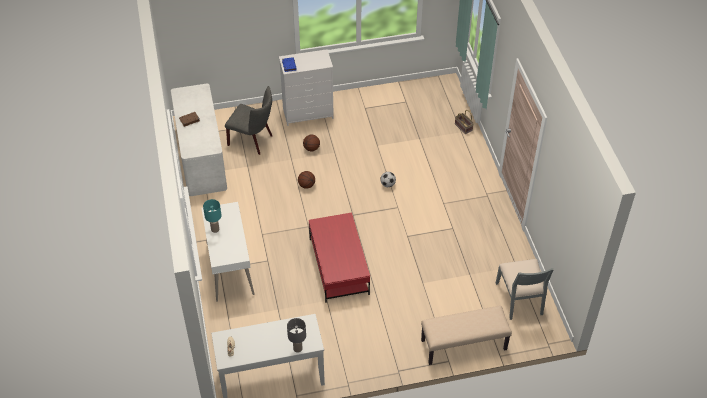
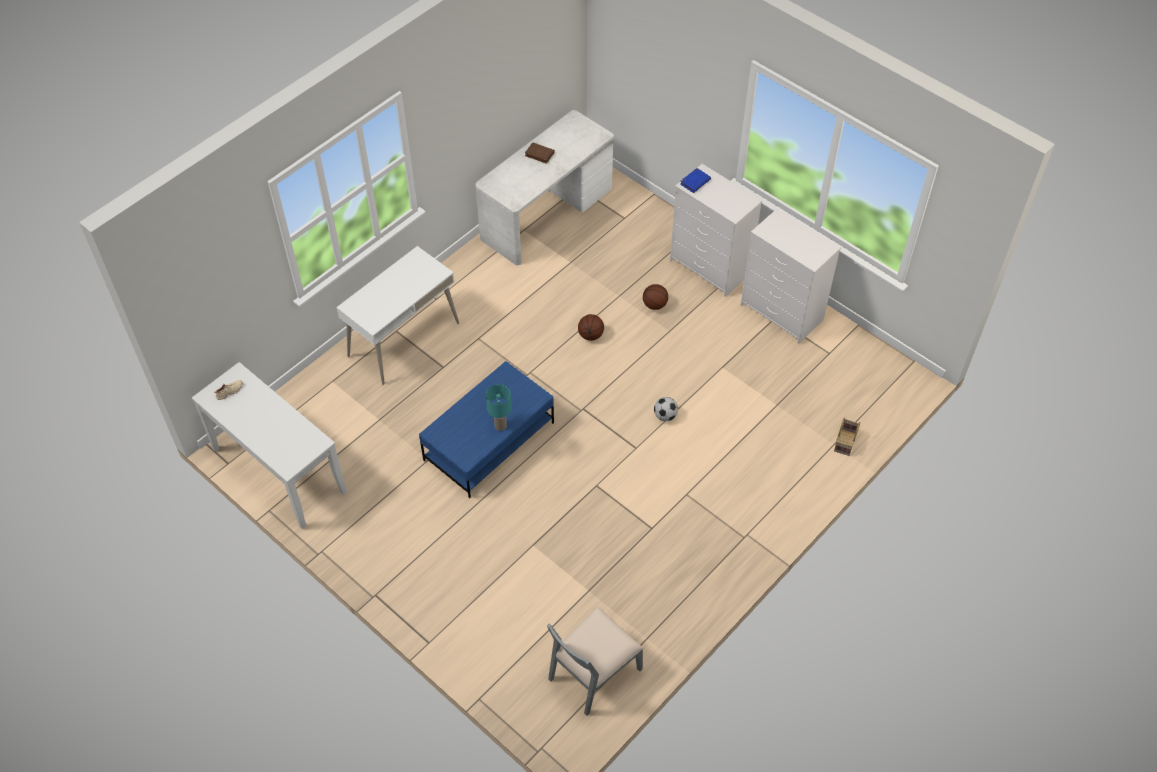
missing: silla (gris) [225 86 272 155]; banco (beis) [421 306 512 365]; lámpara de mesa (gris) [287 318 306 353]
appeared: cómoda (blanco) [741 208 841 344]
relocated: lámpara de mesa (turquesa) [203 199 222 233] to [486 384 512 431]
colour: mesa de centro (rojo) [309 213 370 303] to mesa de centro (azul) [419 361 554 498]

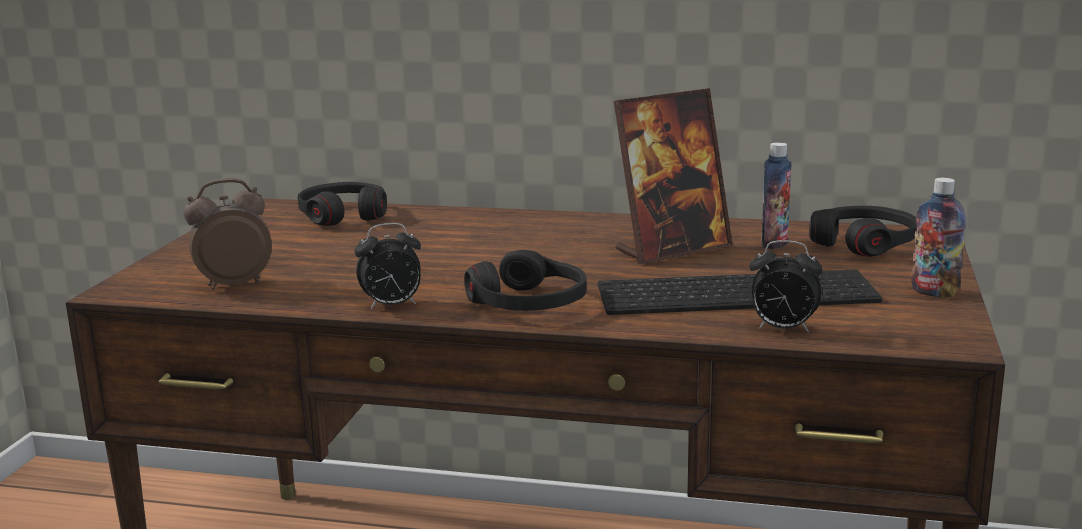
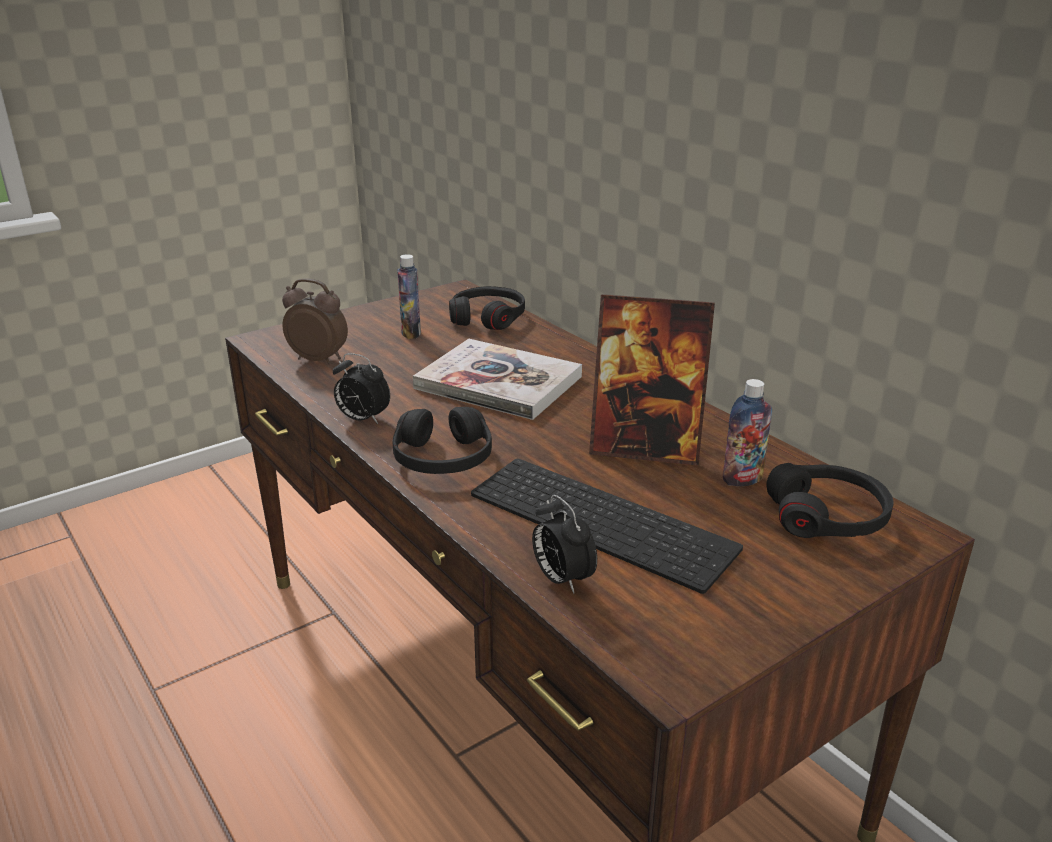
appeared: libro [413 339 582 420]
relocated: botella [911 178 966 298] to [397 254 421 339]

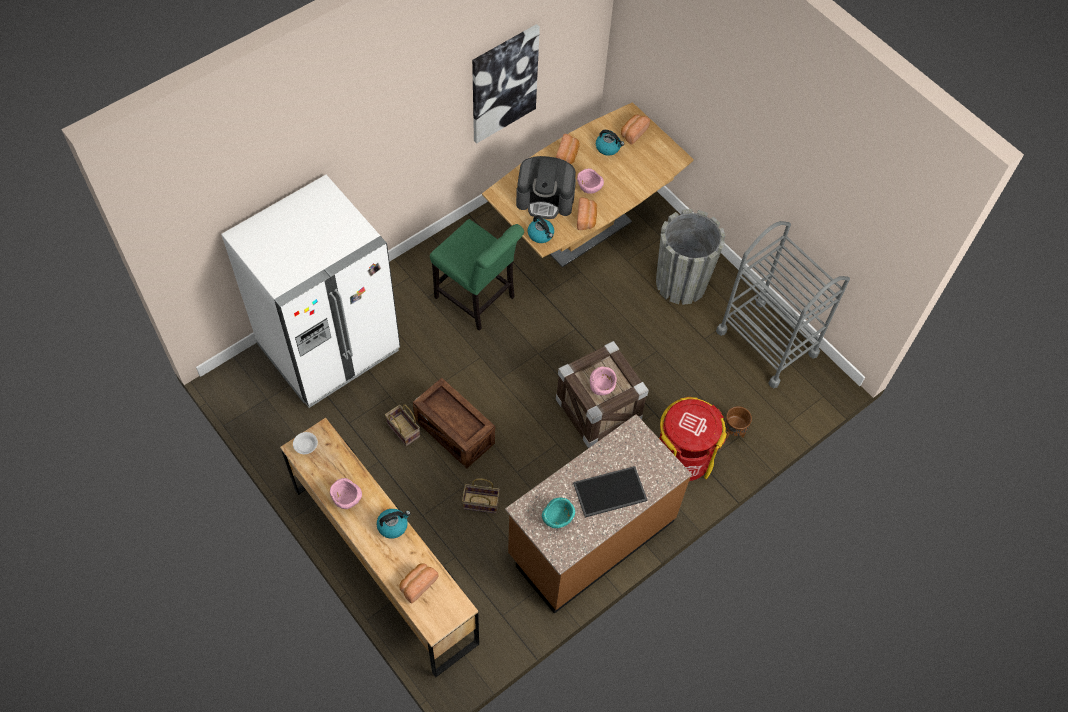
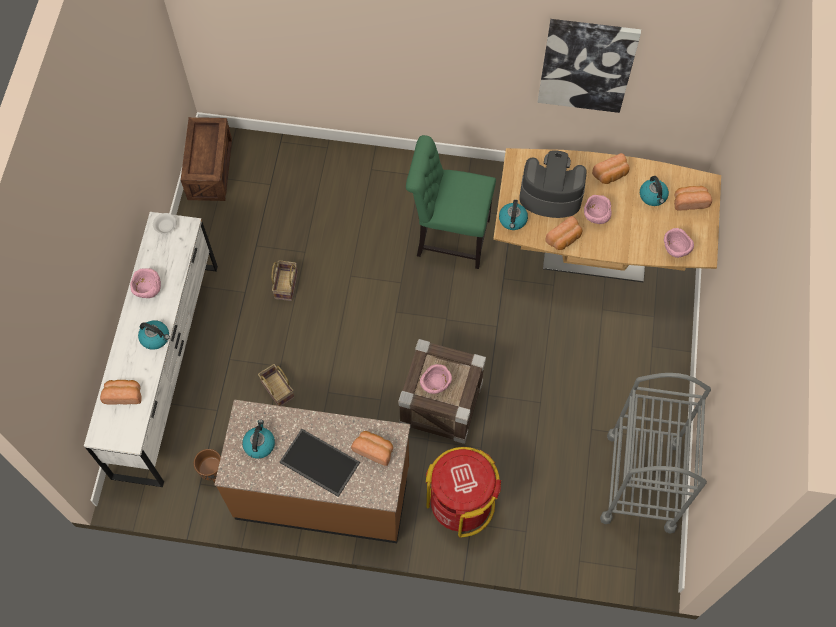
missing: nevera (blanco) [221 175 400 408]; maceta (gris) [656 209 725 305]
appeared: cuenco (rosa) [664 228 694 258]; pan [351 431 393 466]
relocated: caja de embalaje [413 378 495 468] to [181 117 232 201]; maceta (marrón) [725 406 752 439] to [194 449 221 483]
exchanged: cuenco (turquesa) [542 497 575 528] to hervidor [242 419 275 459]
colour: cómoda (marrón) [280 418 479 677] to cómoda (blanco) [84 212 218 487]
spun: cafetera [516 156 576 219] = [519 150 587 218] 135 degrees clockwise; silla (verde) [430 219 524 331] = [406 135 496 269] 105 degrees clockwise

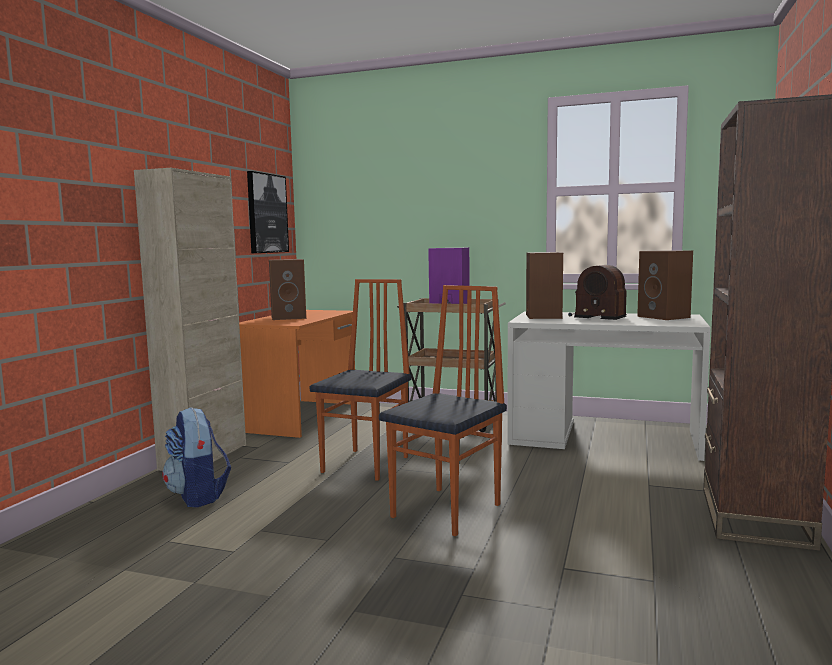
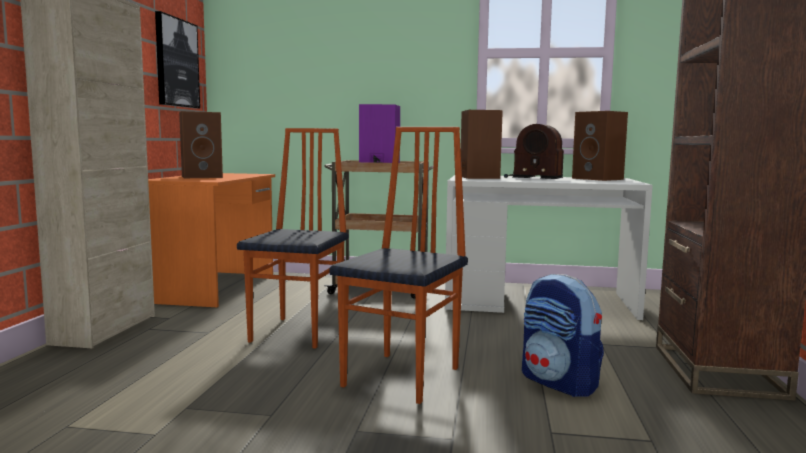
relocated: mochila [162 407 231 507] to [522 274 604 397]

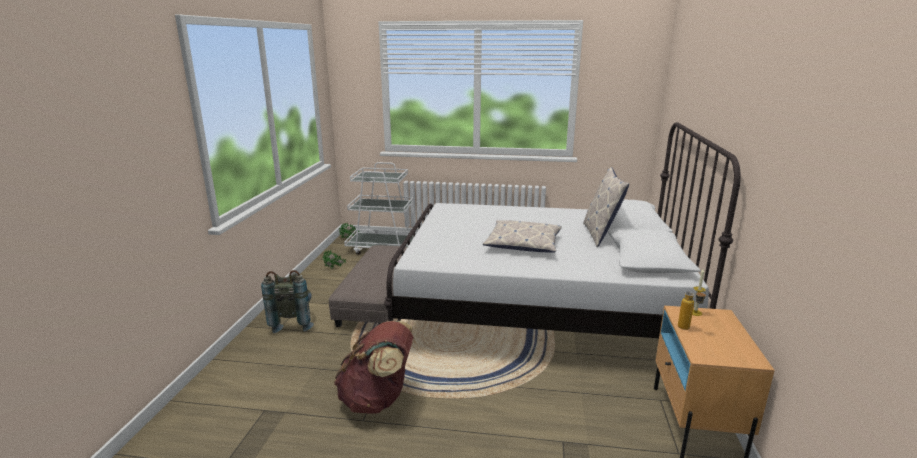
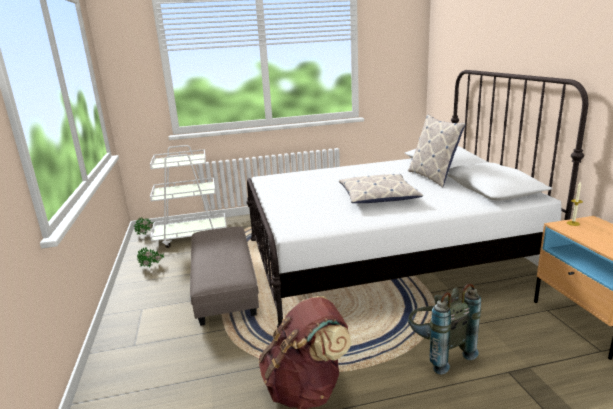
missing: botella [678 289 706 330]
relocated: mochila (gris) [261 270 314 333] to [408 284 481 375]

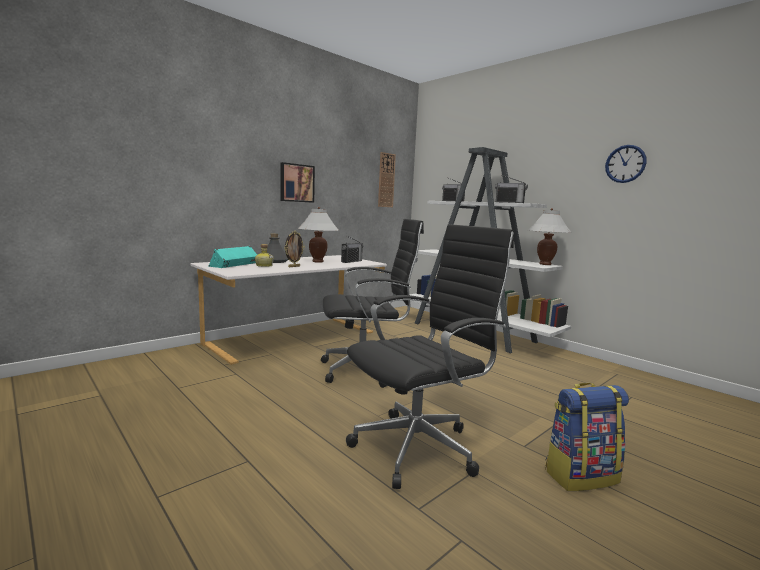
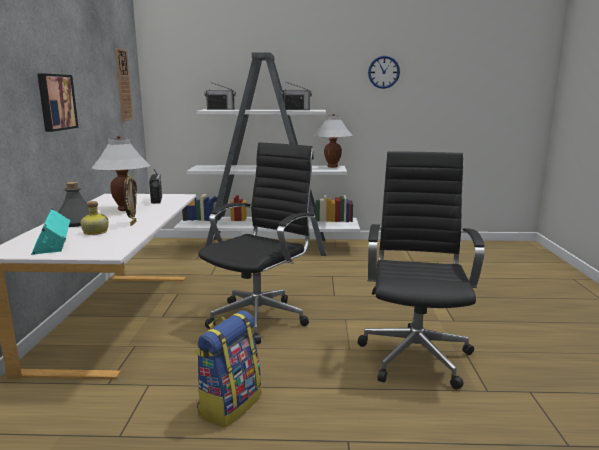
relocated: mochila [545 383 629 491] to [195 310 261 428]

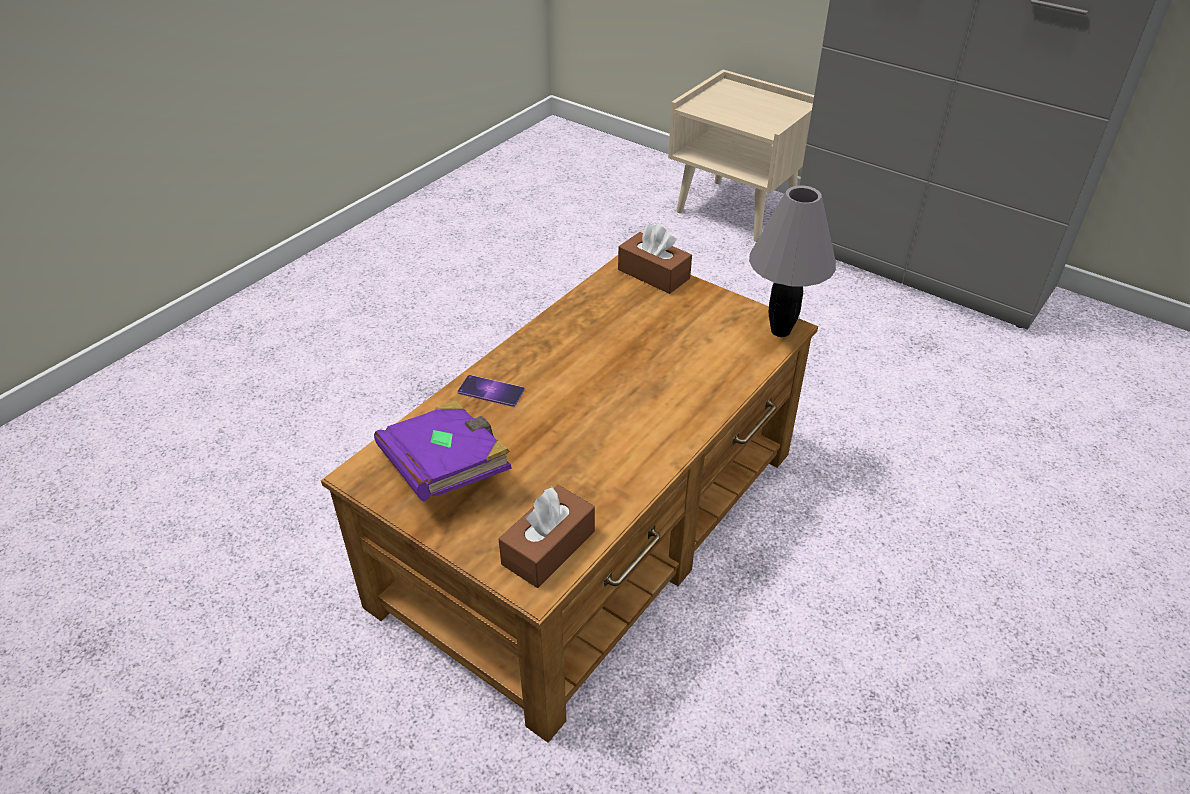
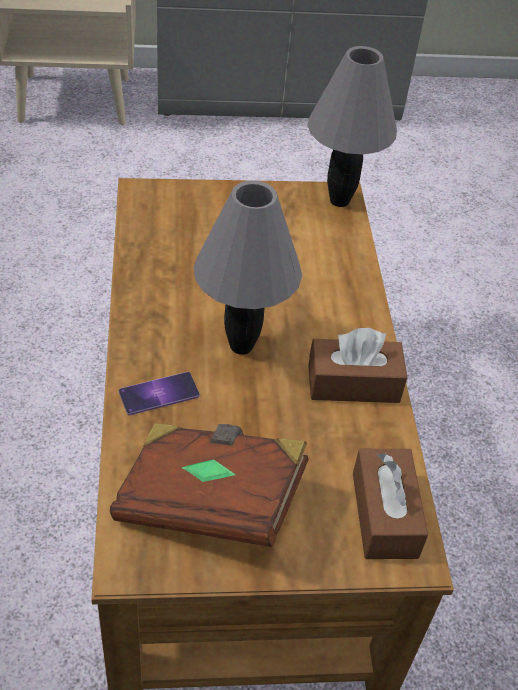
appeared: lámpara de mesa (gris) [194 180 302 355]
relocated: caja de pañuelos (marrón) [618 224 692 294] to [308 328 407 403]
colour: libro (morado) [374 400 512 501] to libro (marrón) [110 423 309 547]

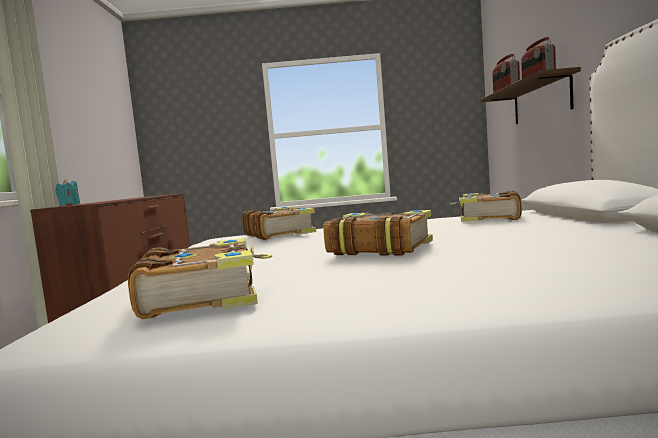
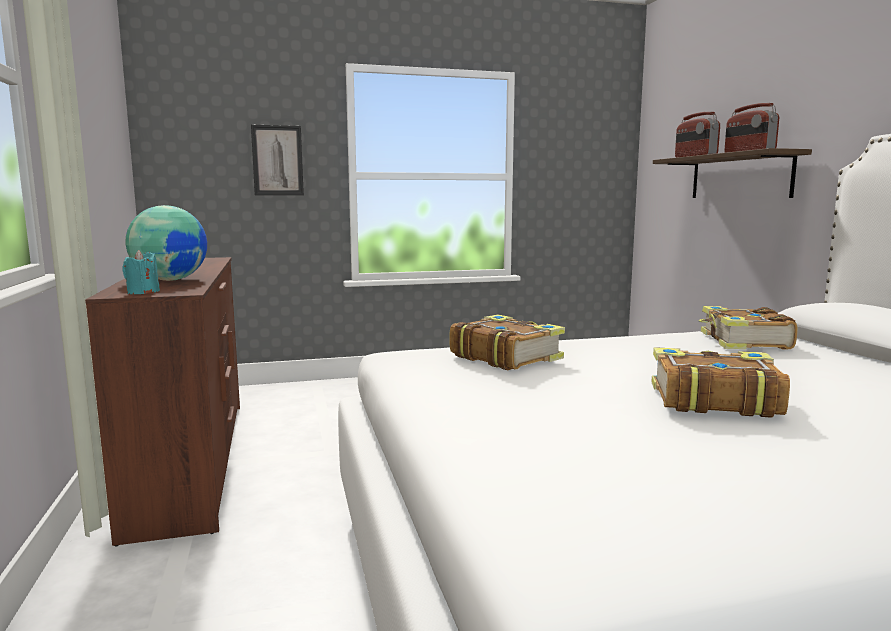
missing: libro [128 238 272 319]
appeared: cuadro [251 125 304 195]; globo terráqueo [126 205 207 281]

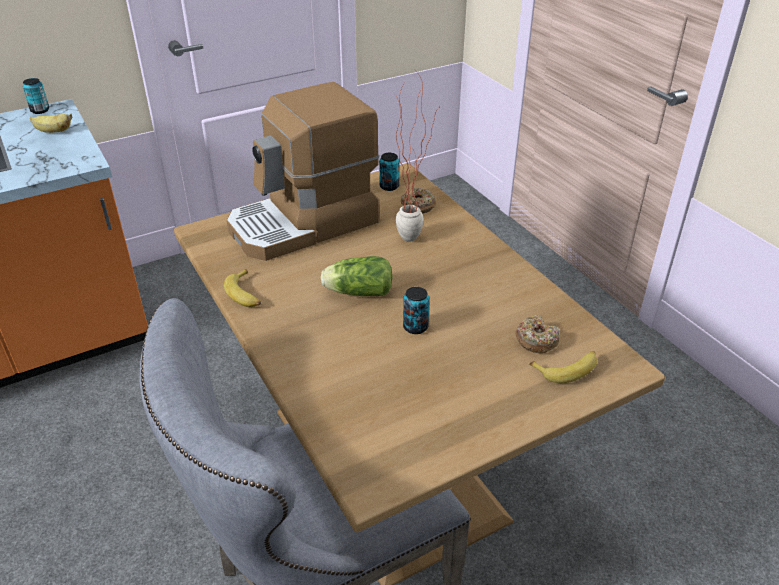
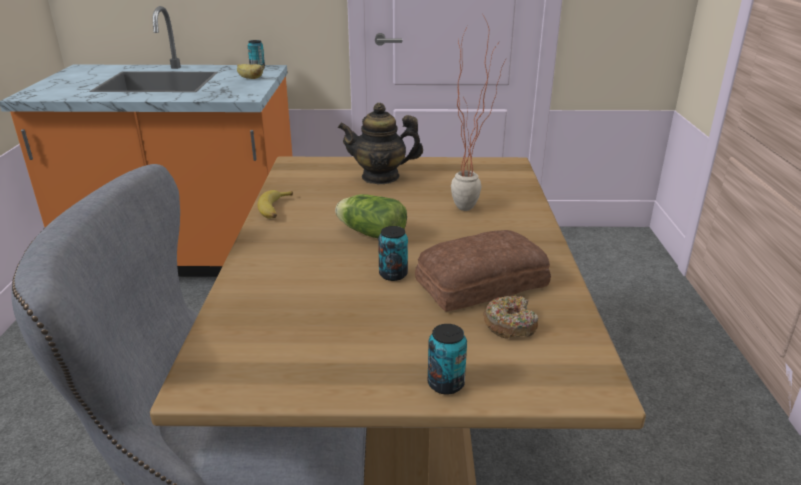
missing: rosquilla [401 188 436 213]; plátano [529 351 597 383]
appeared: pan [415 230 551 312]
relocated: lata [379 153 400 191] to [428 324 467 394]
exchanged: cafetera [227 82 379 261] to tetera [338 103 423 184]

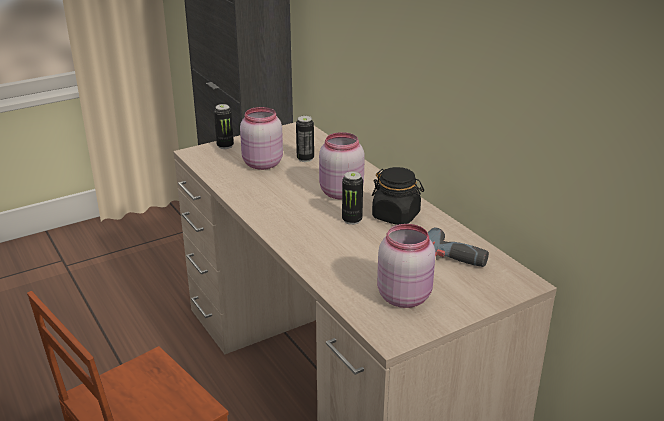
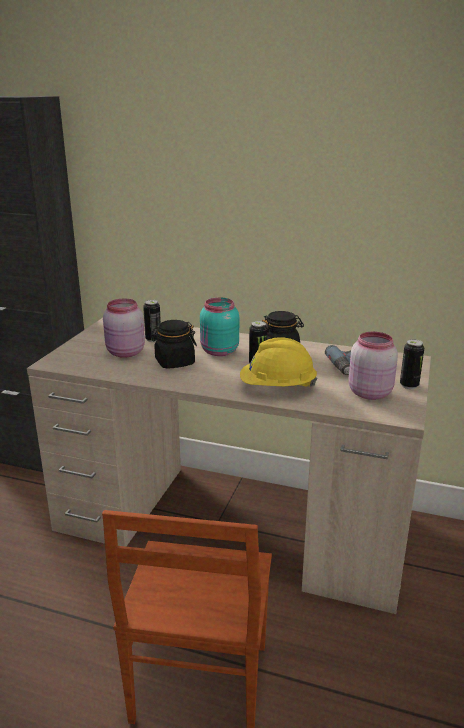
appeared: tarro (negro) [150 320 197 369]; casco (amarillo) [240 337 317 387]
relocated: lata [214 104 234 149] to [400 339 424 389]
colour: tarro (rosa) [319 132 365 200] to tarro (turquesa) [200 298 239 356]

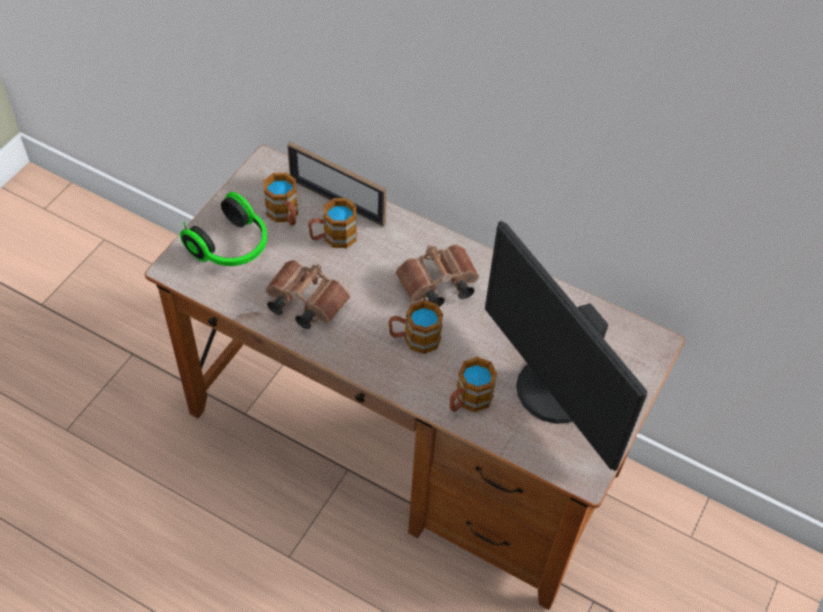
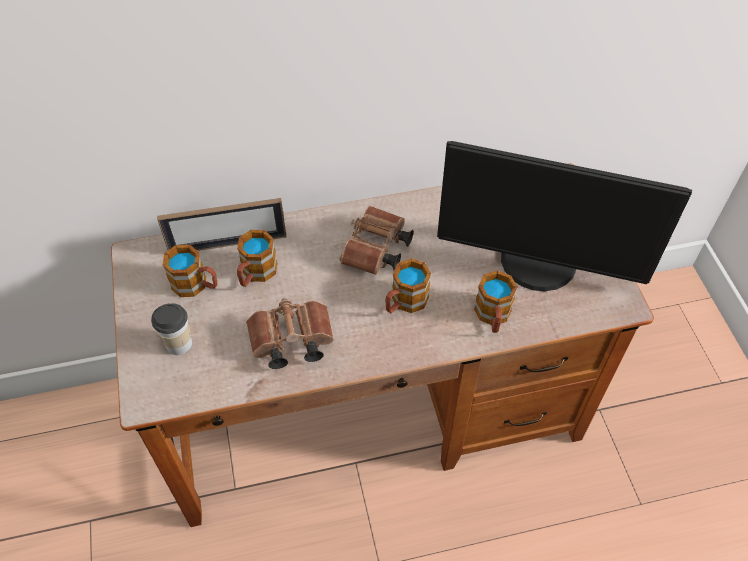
exchanged: auriculares [180 192 267 266] to taza [151 303 192 355]

